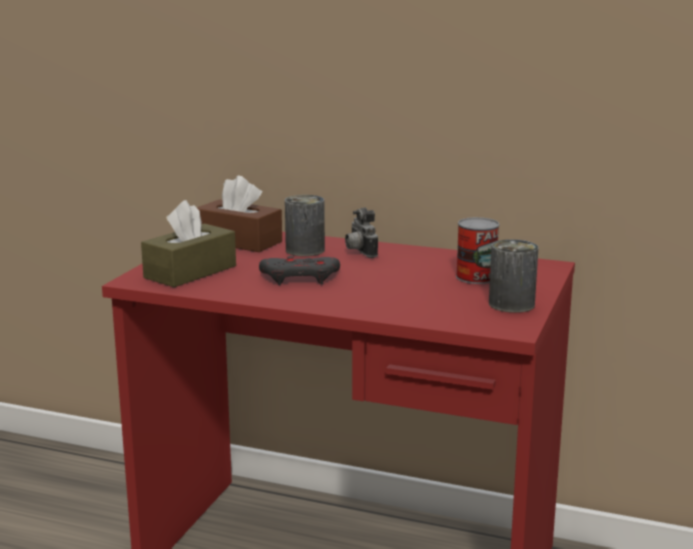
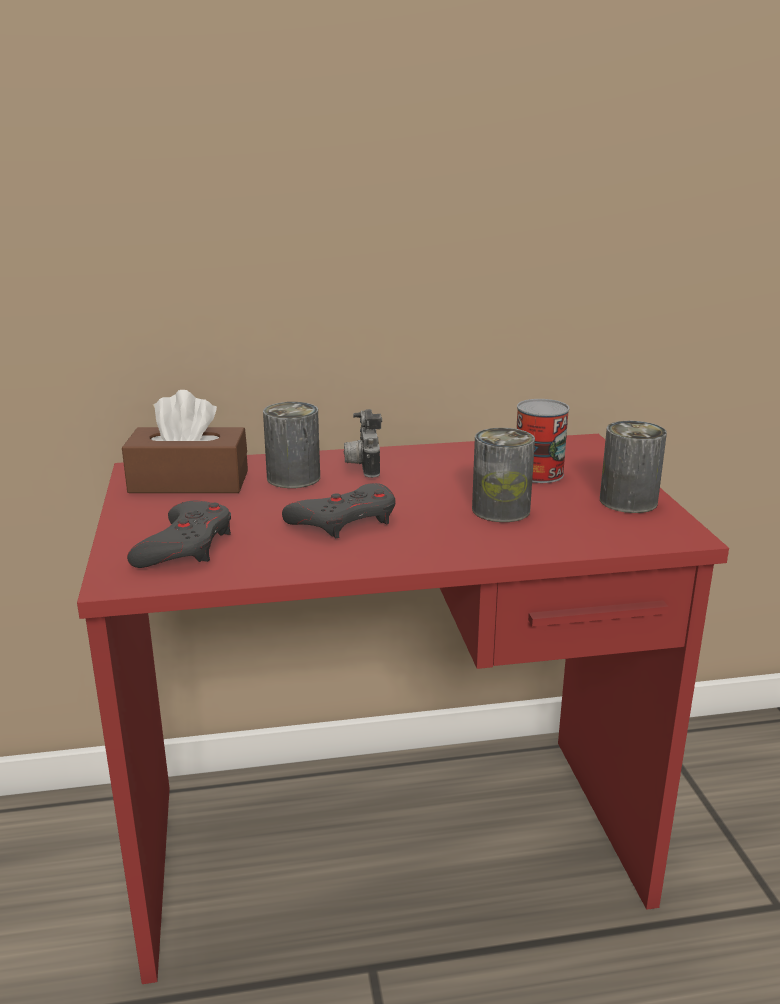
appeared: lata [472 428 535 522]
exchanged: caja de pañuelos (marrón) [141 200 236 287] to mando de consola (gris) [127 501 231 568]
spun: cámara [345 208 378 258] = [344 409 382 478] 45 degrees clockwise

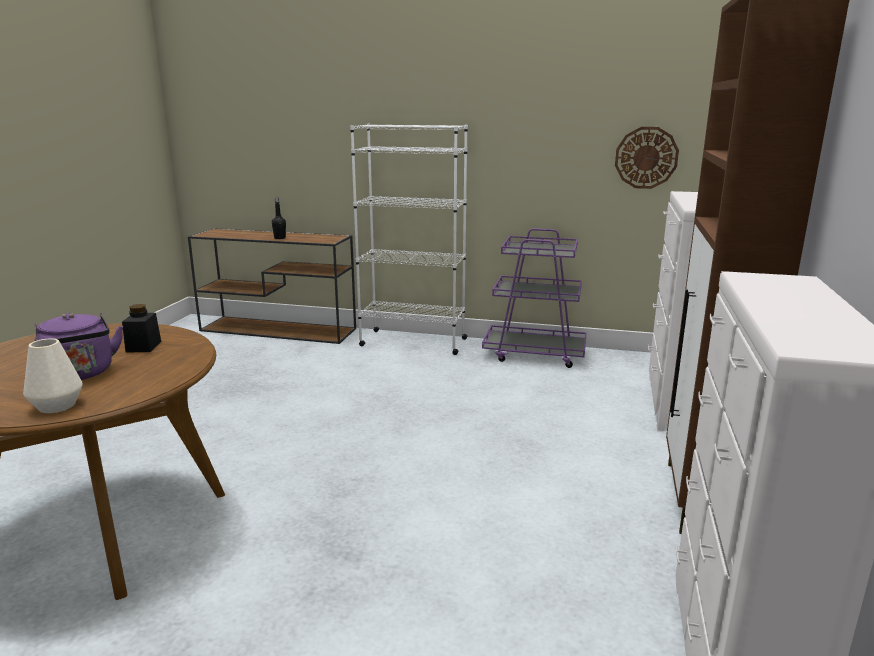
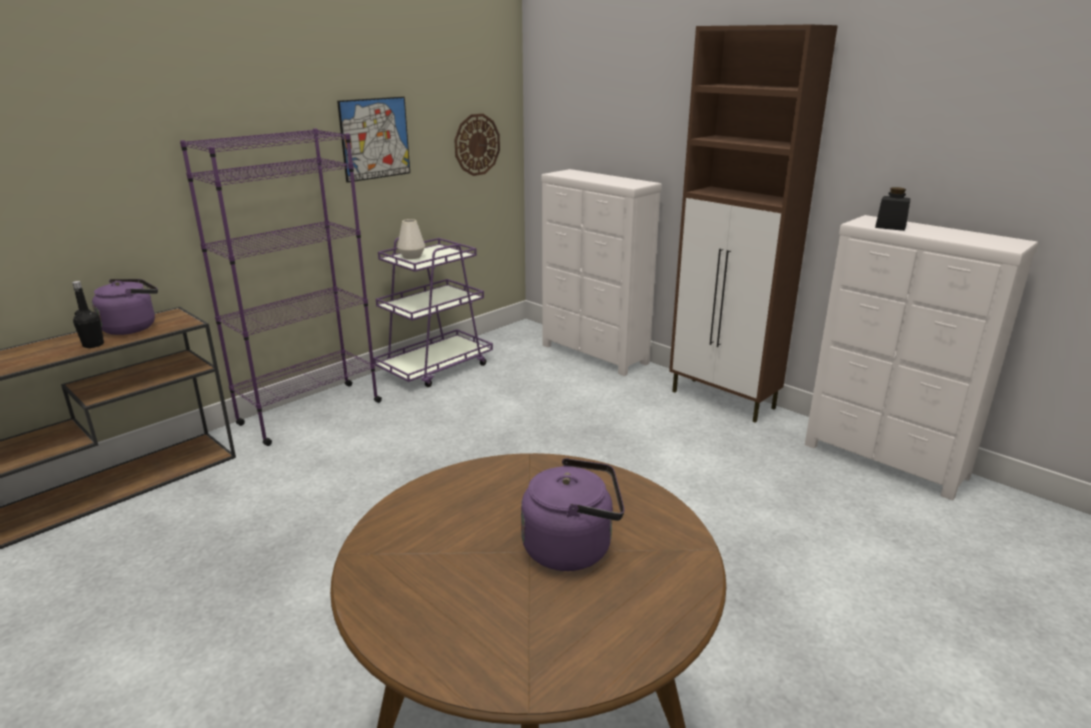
appeared: cuadro [337 97 410 183]; hervidor (morado) [92 279 158 335]
relocated: tarro (negro) [122 304 161 352] to [875 187 911 231]; florero (blanco) [23 338 83 413] to [397 219 425 259]
colour: estantería (blanco) [350 124 468 355] to estantería (morado) [180 128 382 446]

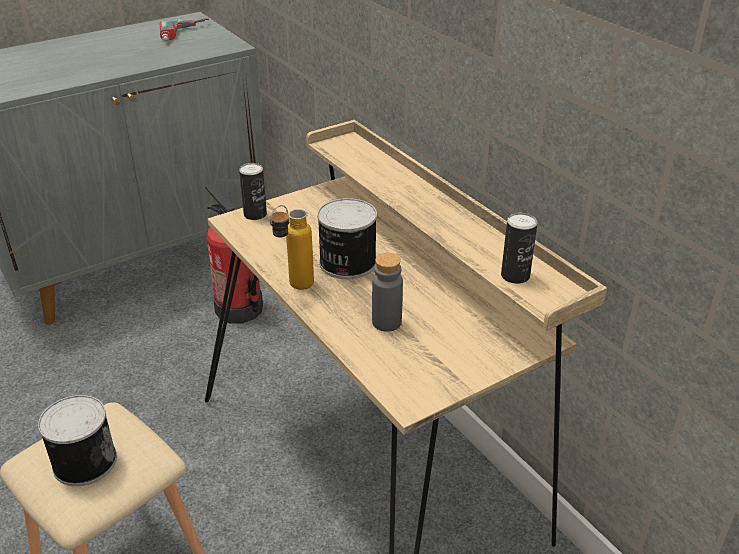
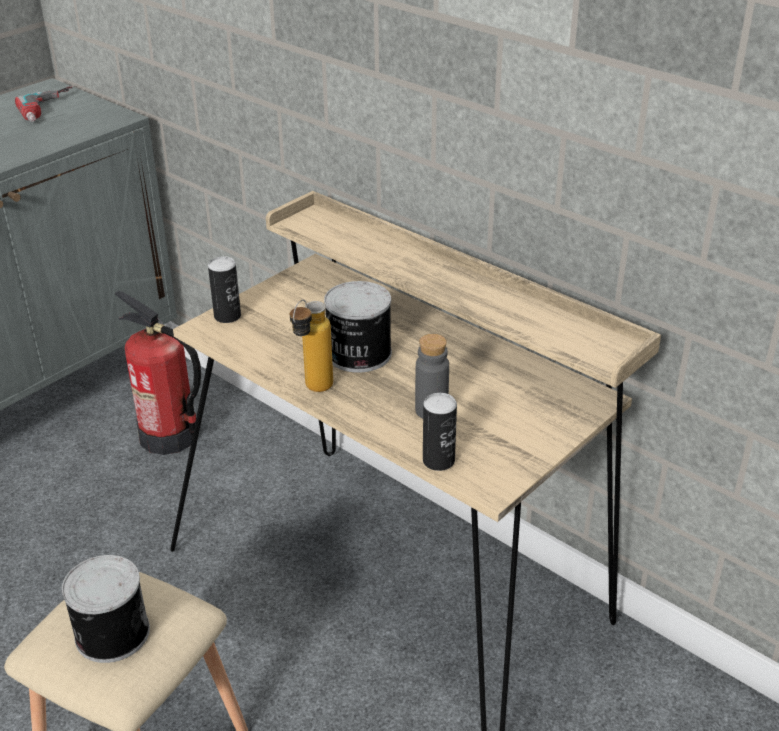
relocated: lata [501 212 537 284] to [423 393 457 471]

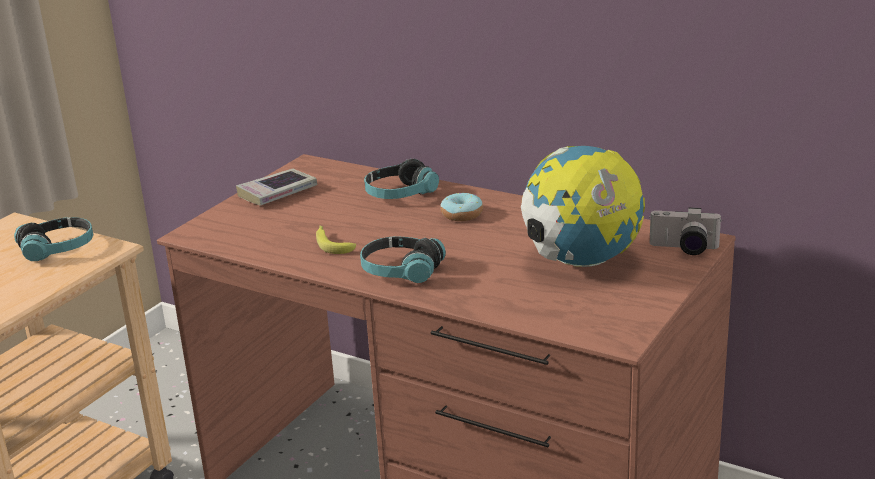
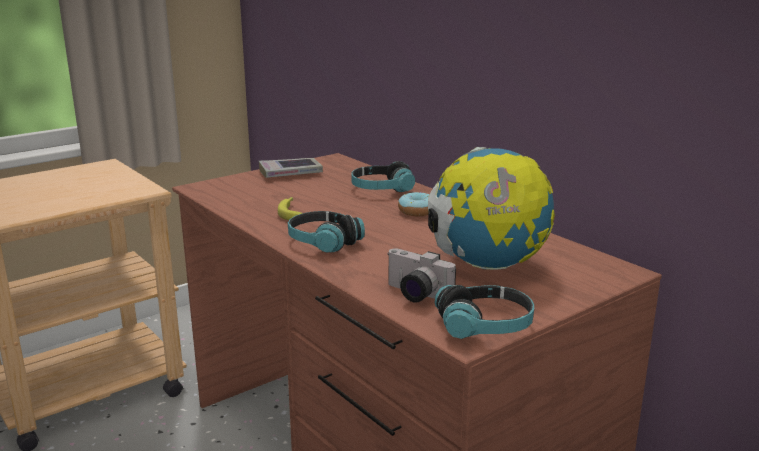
relocated: cámara [649 207 721 255] to [387 248 456 303]; auriculares [14 217 93 261] to [435 285 534 339]

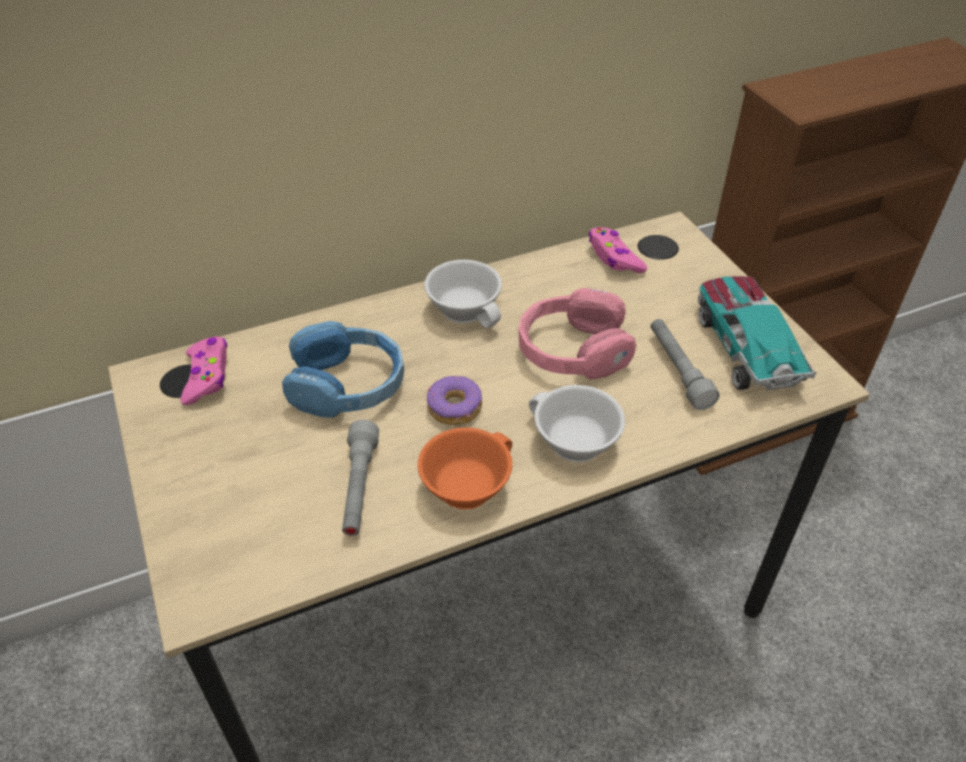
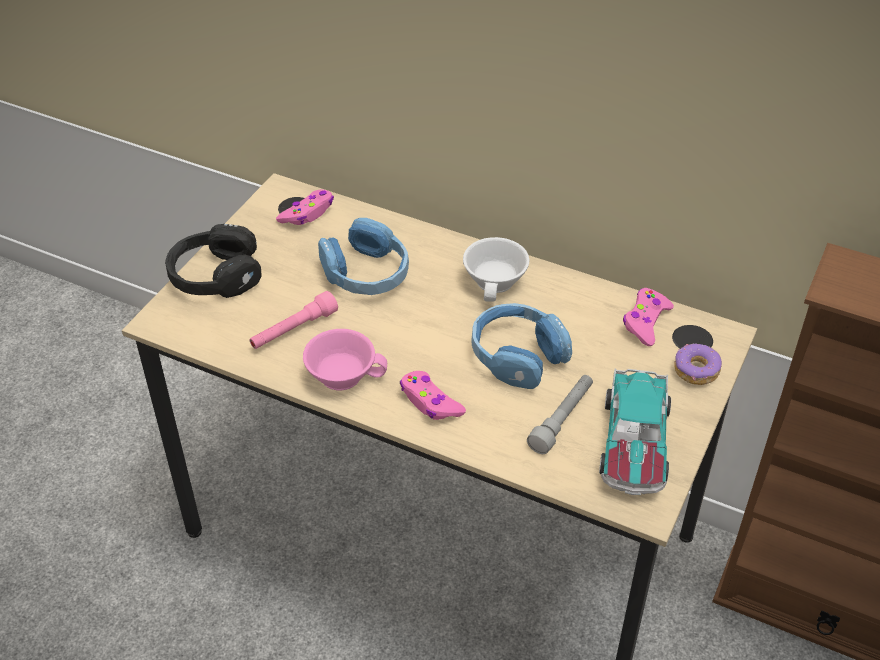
appeared: auriculares (negro) [165 224 262 298]
relocated: rosquilla [426 376 482 425] to [674 344 722 385]
exchanged: taza (blanco) [529 385 625 462] to mando de consola (rosa) [400 371 466 420]
colour: auriculares (rosa) [518 288 636 380] to auriculares (azul) [471 303 572 389]; linterna (gris) [342 420 379 536] to linterna (rosa) [250 291 338 349]; taza (naranja) [418 427 512 509] to taza (rosa) [303 329 387 390]
spun: coche de juguete [698 276 816 390] = [599 369 671 495] 150 degrees clockwise

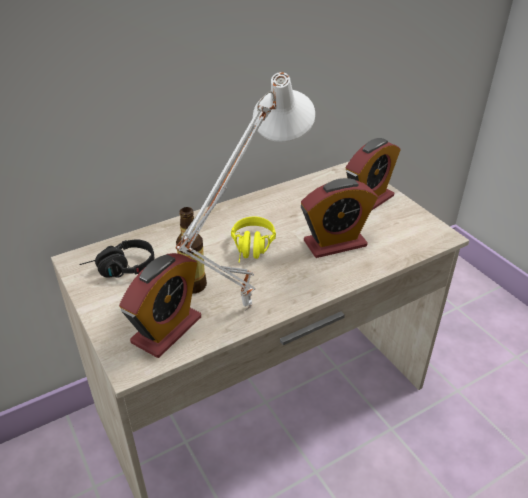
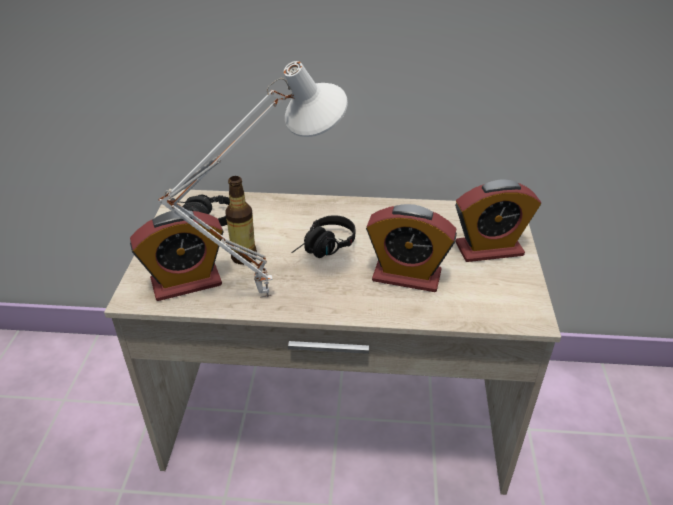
colour: auriculares (amarillo) [231 217 276 263] to auriculares (negro) [291 215 355 258]

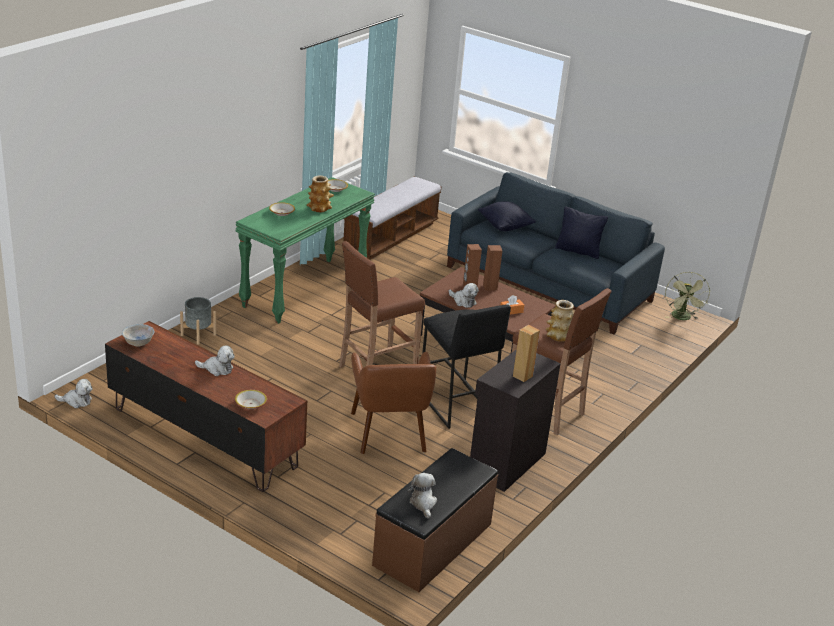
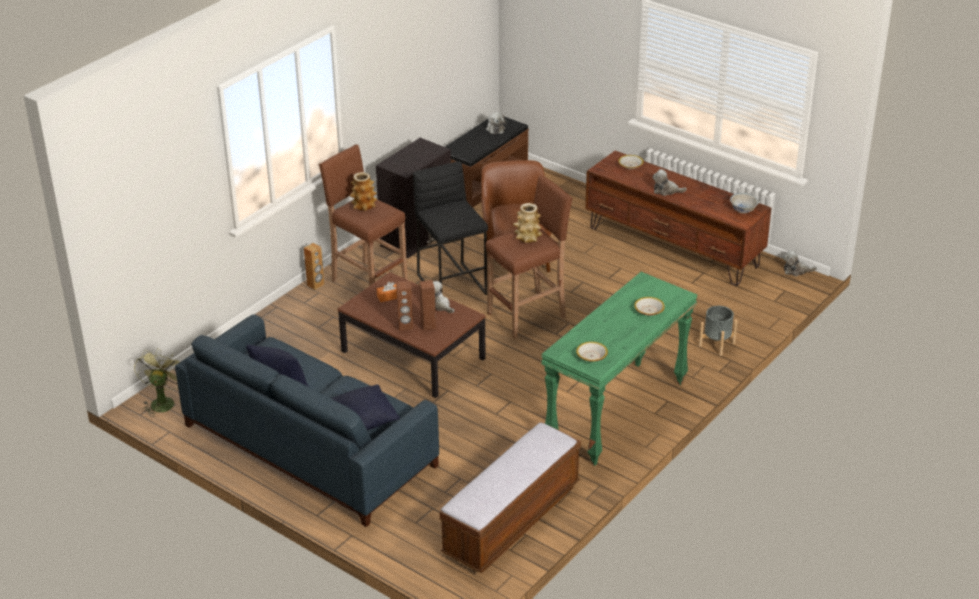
relocated: florero [307 175 334 213] to [513 203 542 243]; altavoz (marrón) [513 325 540 382] to [304 243 324 290]

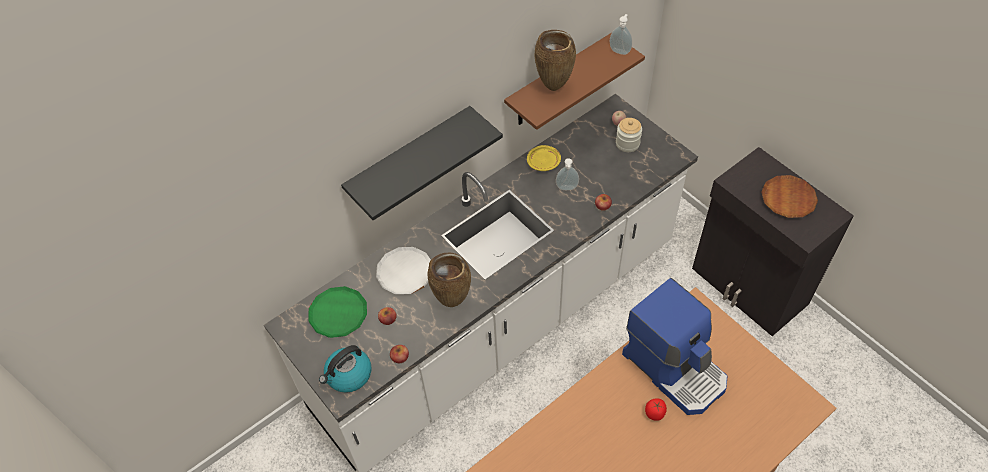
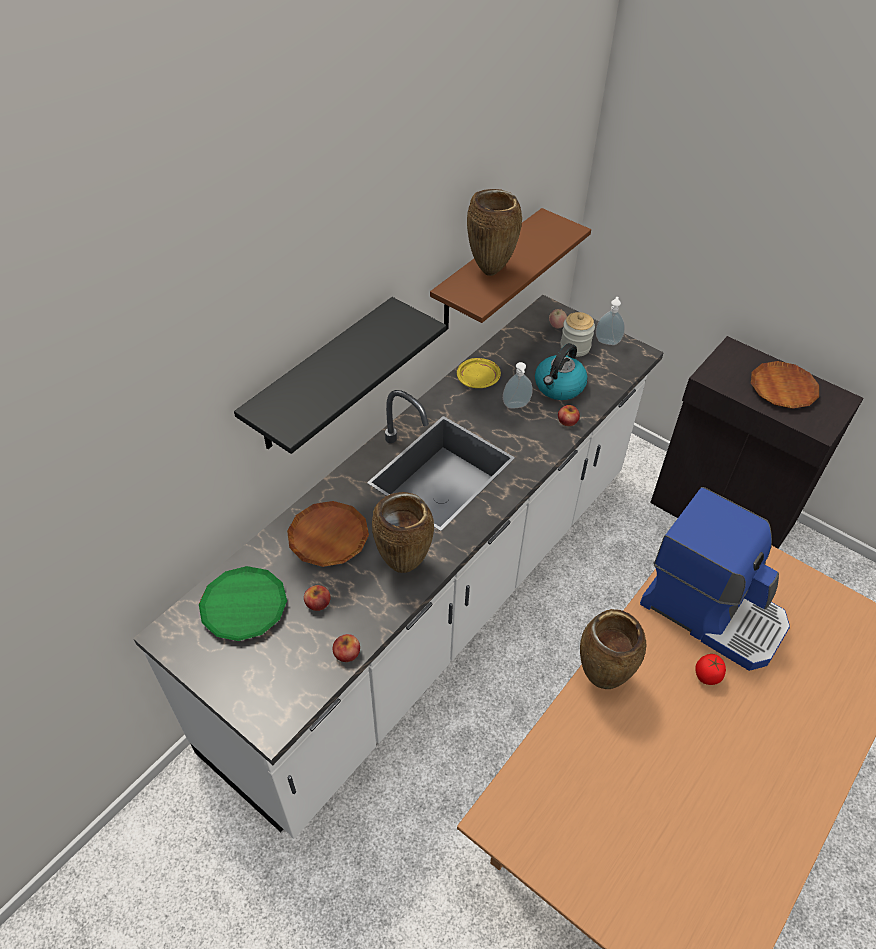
appeared: florero (marrón) [580 609 647 689]
relocated: dispensador de jabón [610 14 632 55] to [596 297 625 345]; hervidor [319 345 371 393] to [535 343 588 400]
colour: plato (blanco) [376 247 431 294] to plato (marrón) [287 501 369 567]

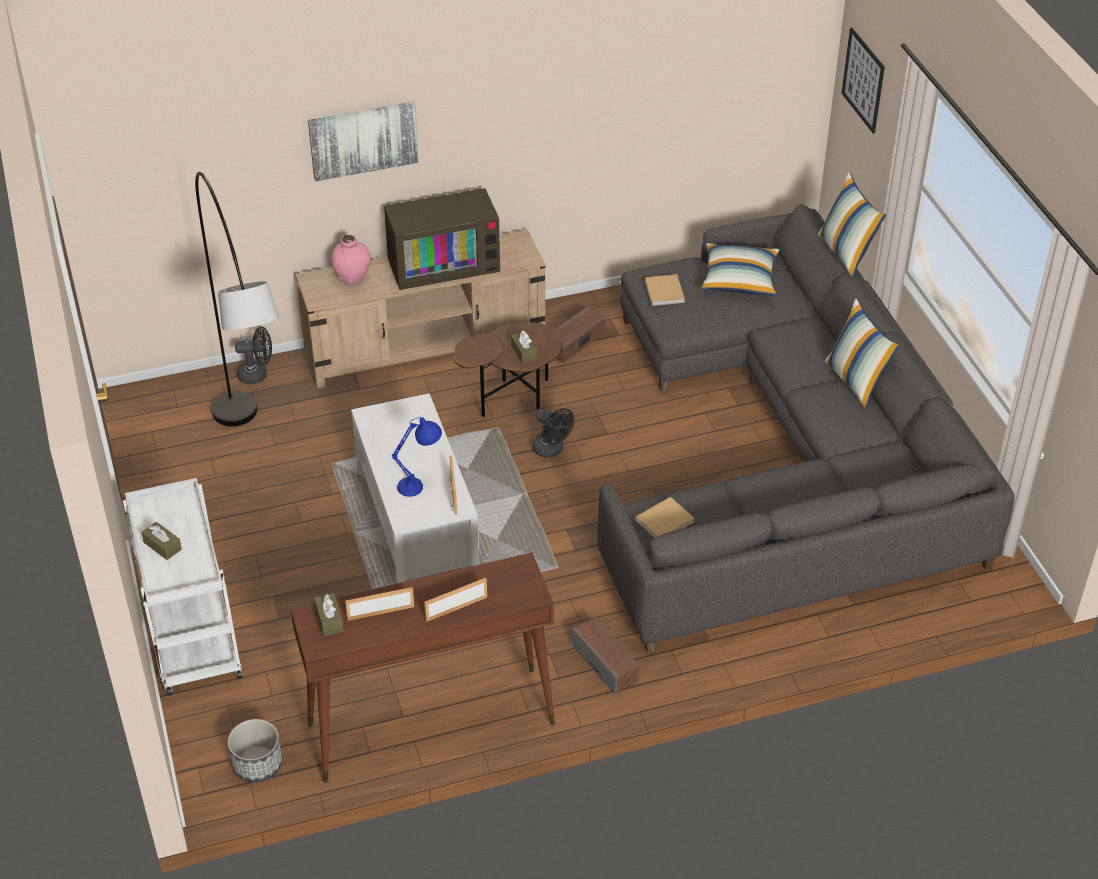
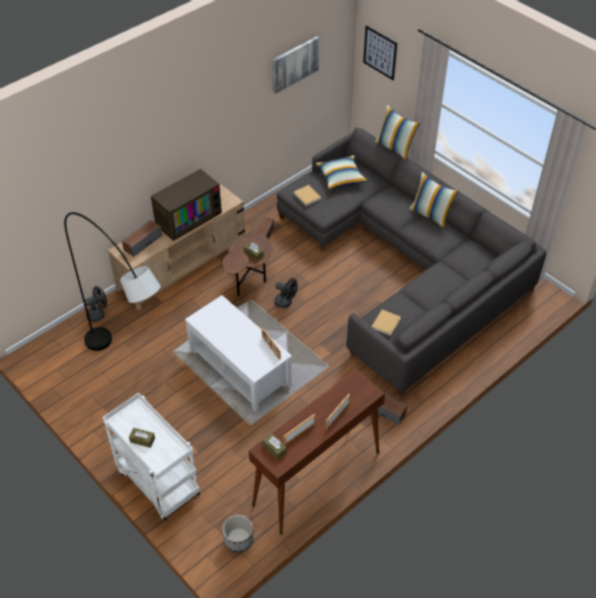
missing: lámpara de mesa (azul) [392 417 442 497]
relocated: cuadro [308 102 419 181] to [273 36 319 93]
exchanged: florero (rosa) [331 234 371 285] to altavoz [122 220 162 257]

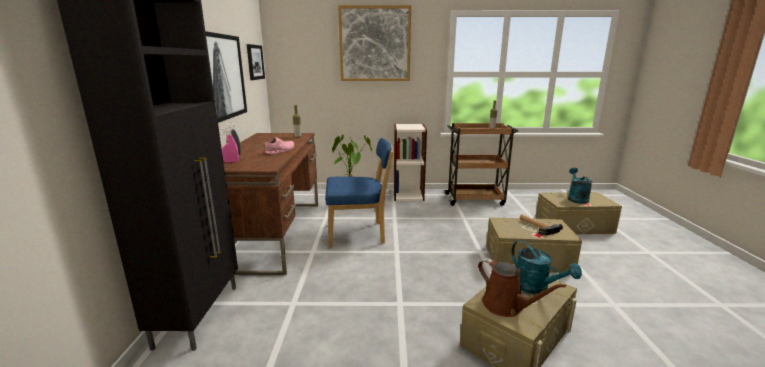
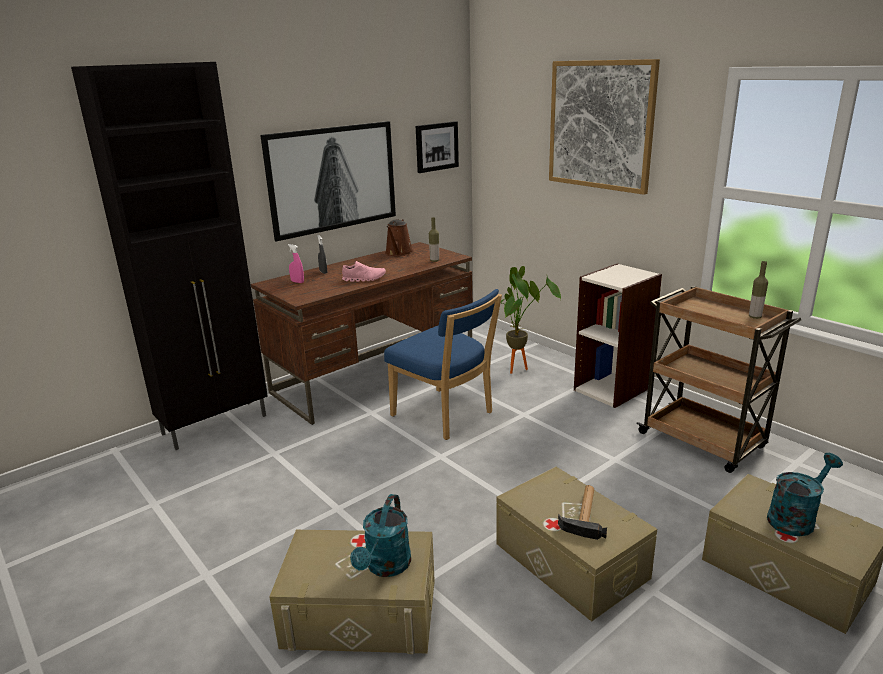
relocated: regadera (marrón) [478 258 566 317] to [385 219 414 256]

